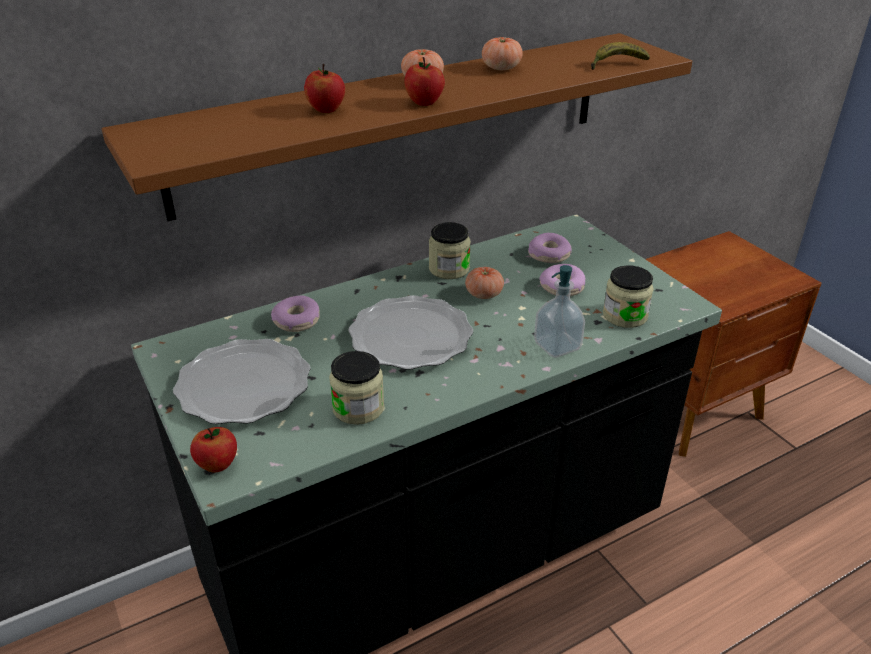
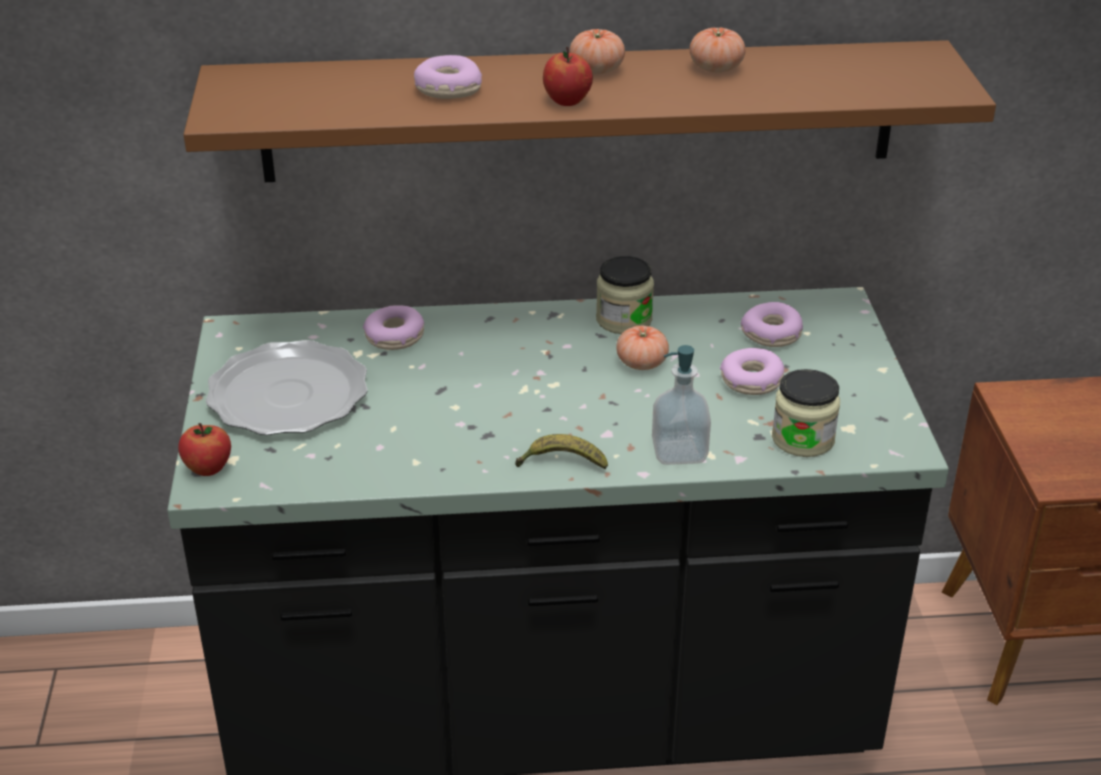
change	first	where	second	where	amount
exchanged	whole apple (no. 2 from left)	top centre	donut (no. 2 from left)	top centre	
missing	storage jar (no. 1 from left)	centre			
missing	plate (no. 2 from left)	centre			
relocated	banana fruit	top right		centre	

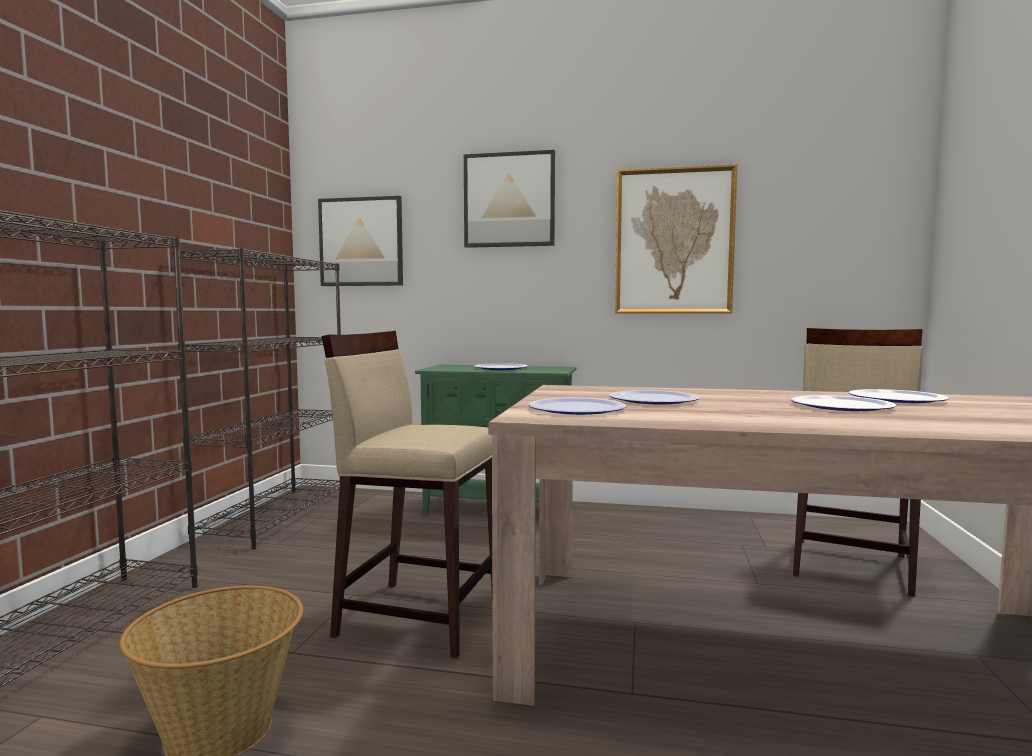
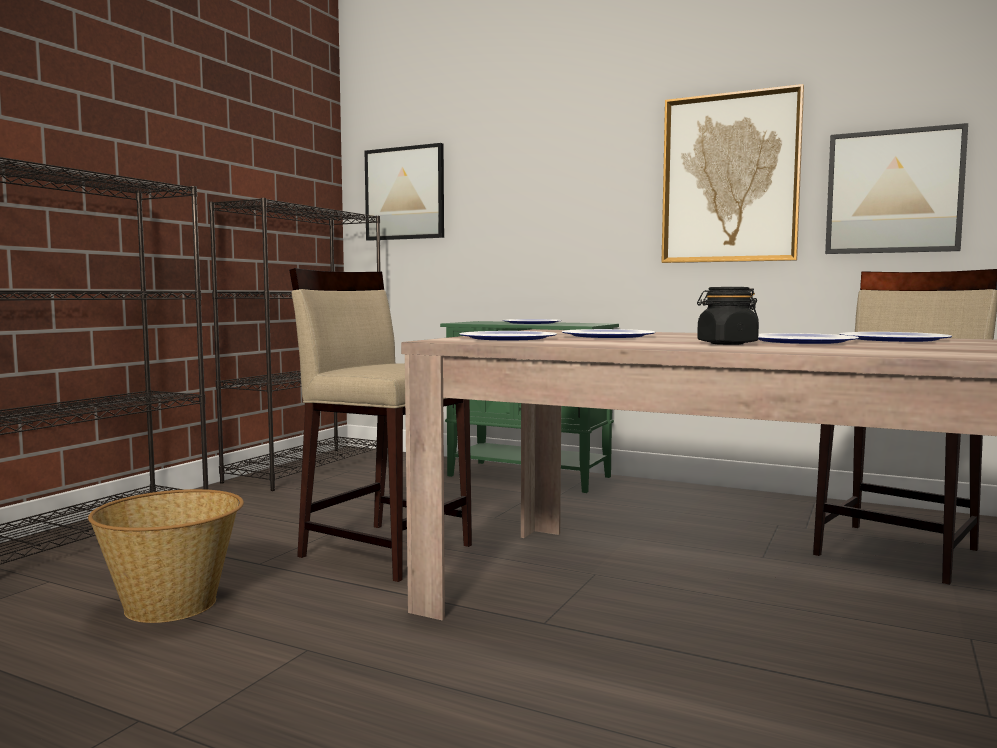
change	first	where	second	where	amount
relocated	picture (no. 2 from left in the first image)	top centre	picture (no. 3 from left)	top right	
appeared			blackish storage jar	middle right	

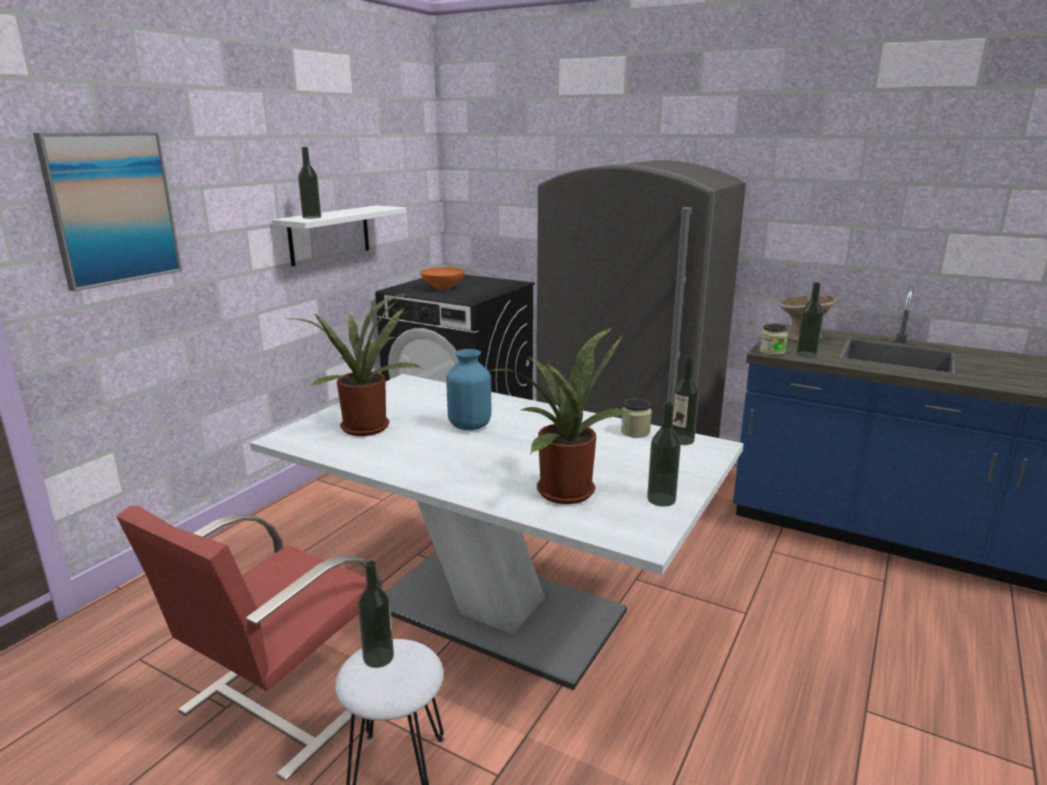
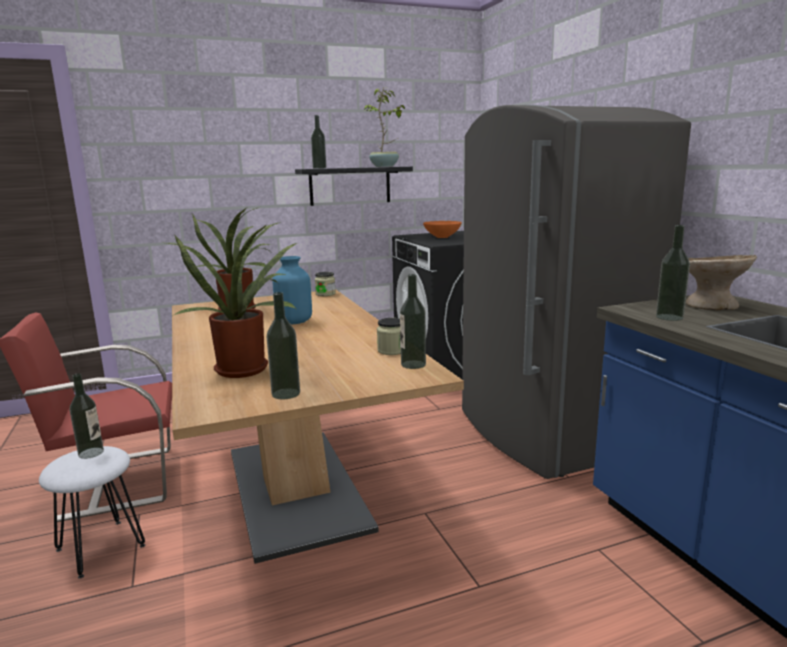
change	first	where	second	where	amount
missing	picture	top left			
colour	whitish dinner table	bottom centre	brown-coloured dinner table	centre	
colour	whitish shelf	top left	blackish shelf	top centre	
relocated	storage jar (no. 2 from left in the first image)	middle right	storage jar (no. 1 from left)	centre	
appeared			plant in a pot (no. 3 from left)	top centre	

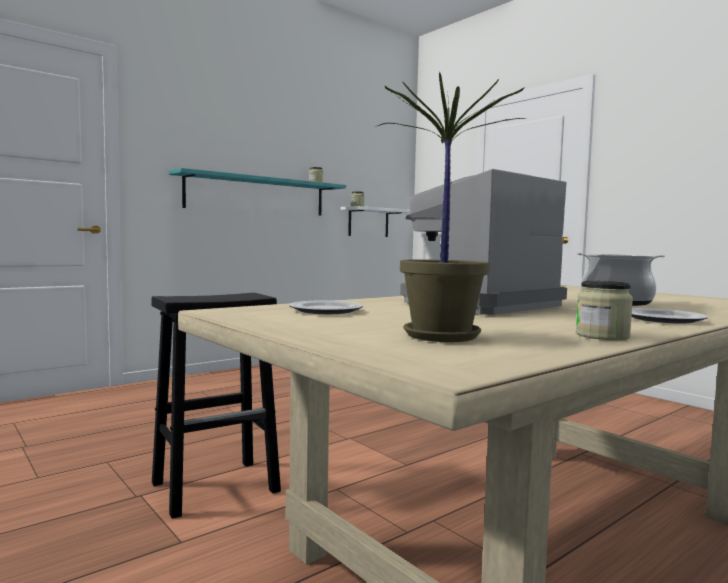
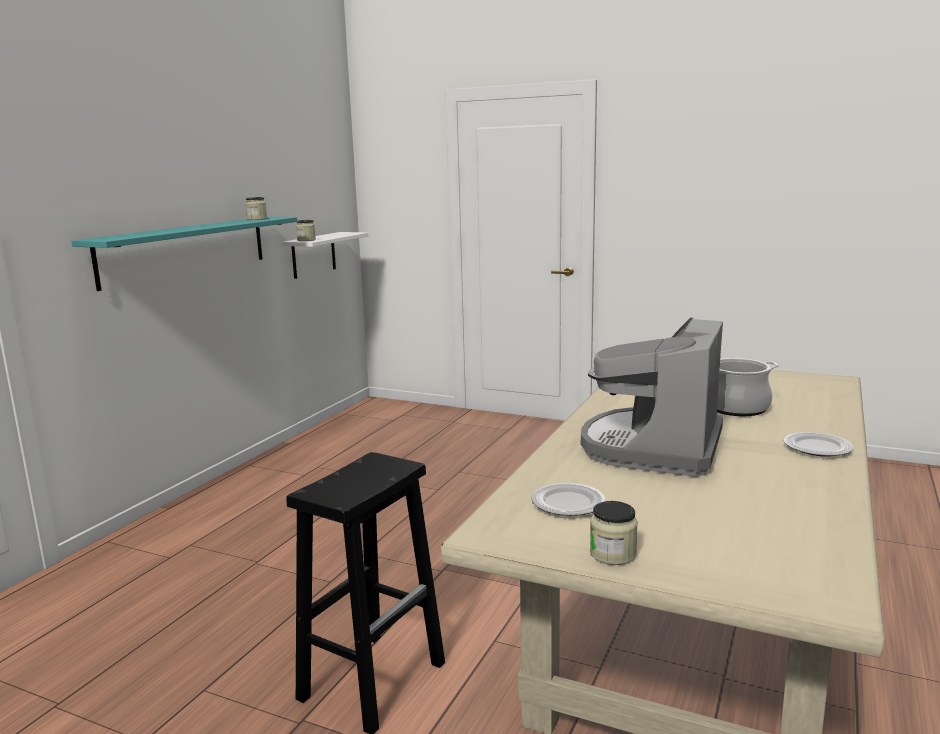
change	first	where	second	where	amount
missing	plant in a pot	centre			
relocated	storage jar (no. 3 from left)	middle right		bottom centre	

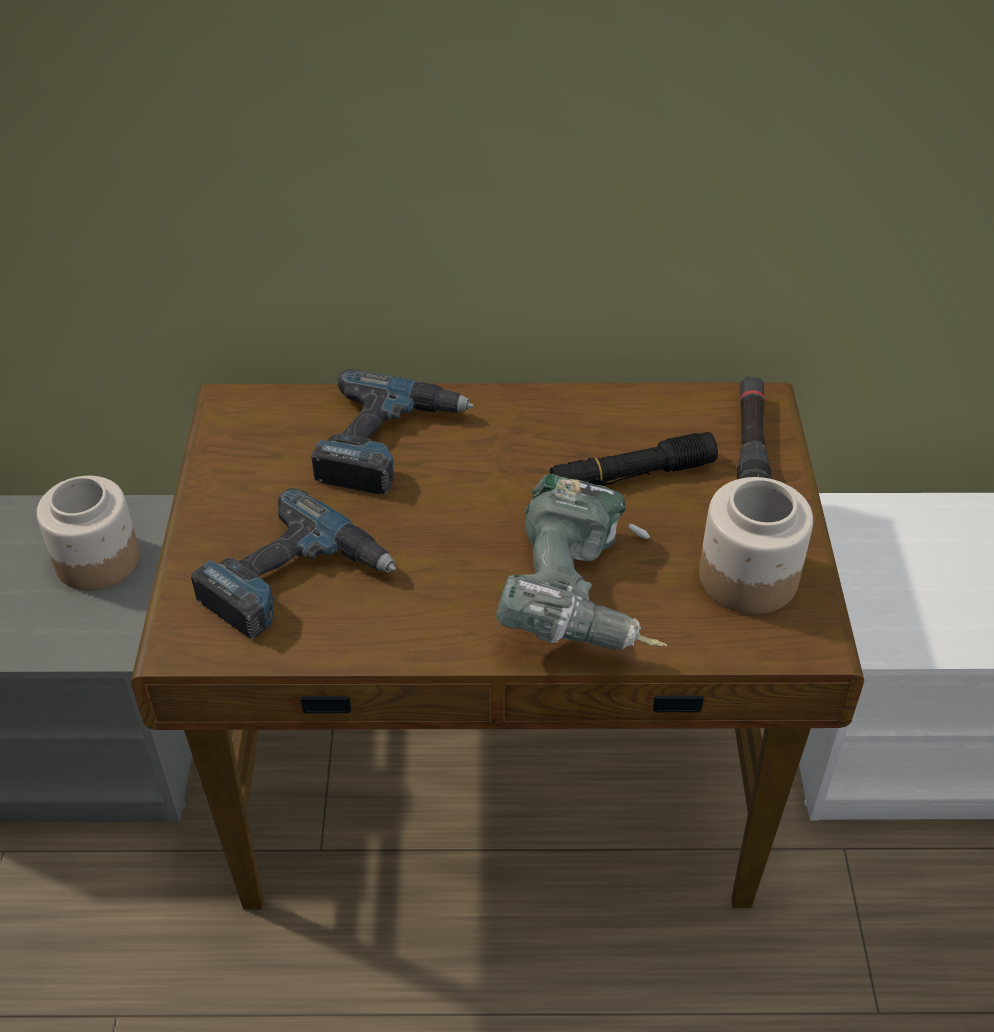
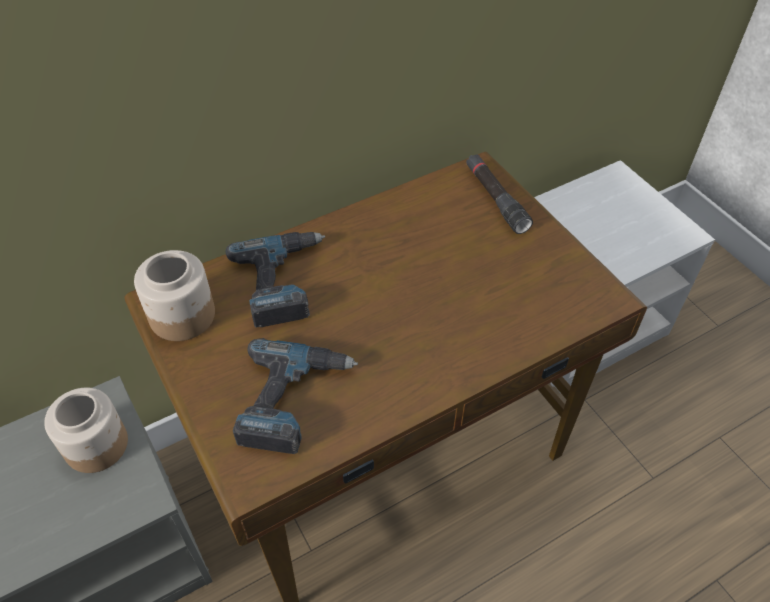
change	first	where	second	where	amount
missing	power drill (no. 3 from left)	centre			
missing	blackish flashlight (no. 1 from left)	centre			
relocated	storage jar (no. 2 from left)	middle right		middle left	

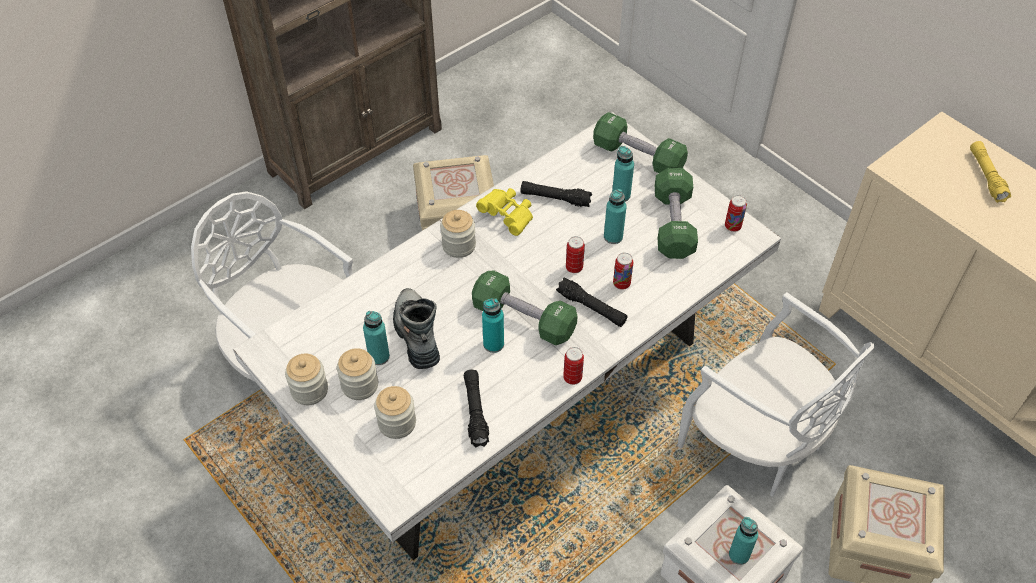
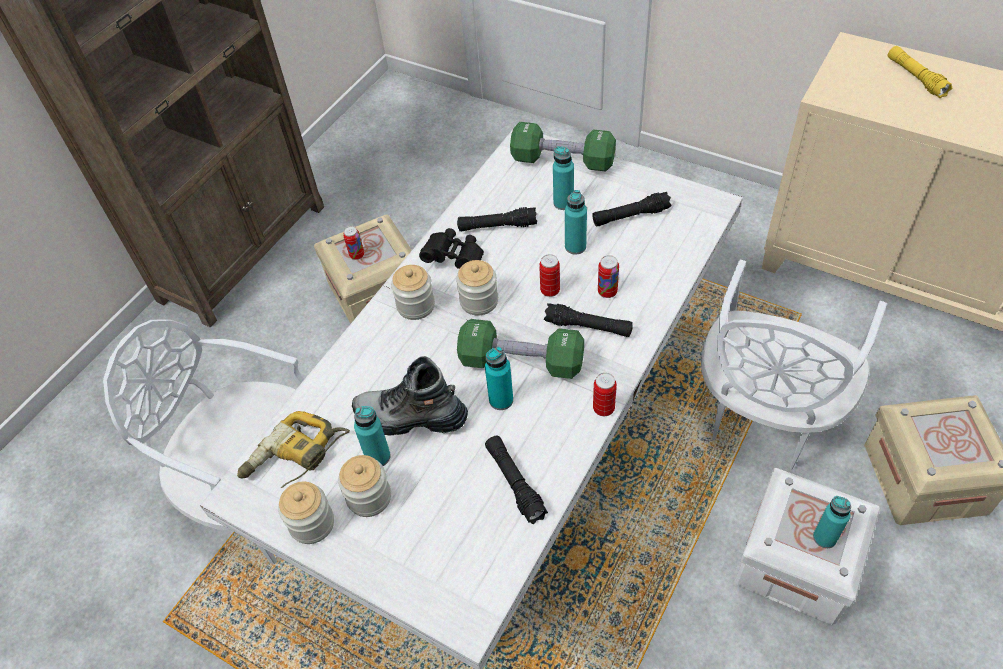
change	first	where	second	where	amount
relocated	storage jar (no. 3 from left in the first image)	bottom centre	storage jar (no. 4 from left)	centre	
spun	boot	centre		centre	45 degrees counterclockwise
colour	yellow binoculars	centre	blackish binoculars	centre	
exchanged	greenish free weight (no. 3 from left)	centre	blackish flashlight (no. 4 from left)	top centre	
spun	whitish upright chair (no. 2 from left)	bottom right		middle right	90 degrees clockwise
relocated	sealed can (no. 4 from left in the first image)	middle right	sealed can (no. 1 from left)	centre	
appeared			power drill	bottom left	

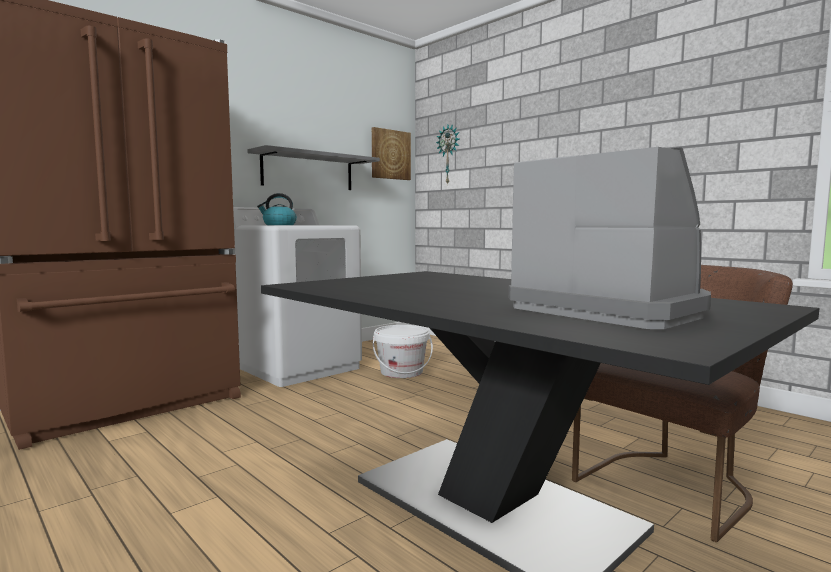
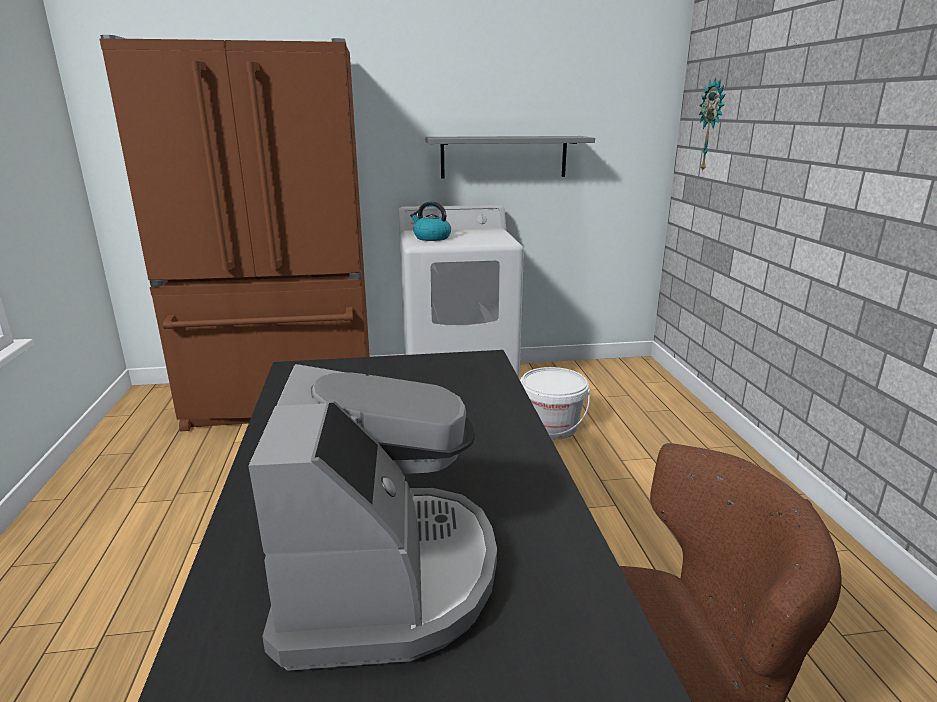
change	first	where	second	where	amount
missing	picture	top centre			

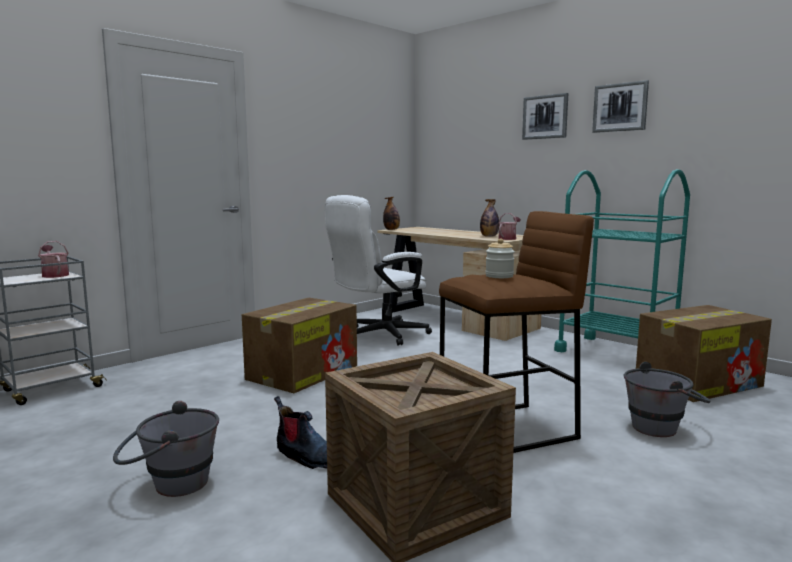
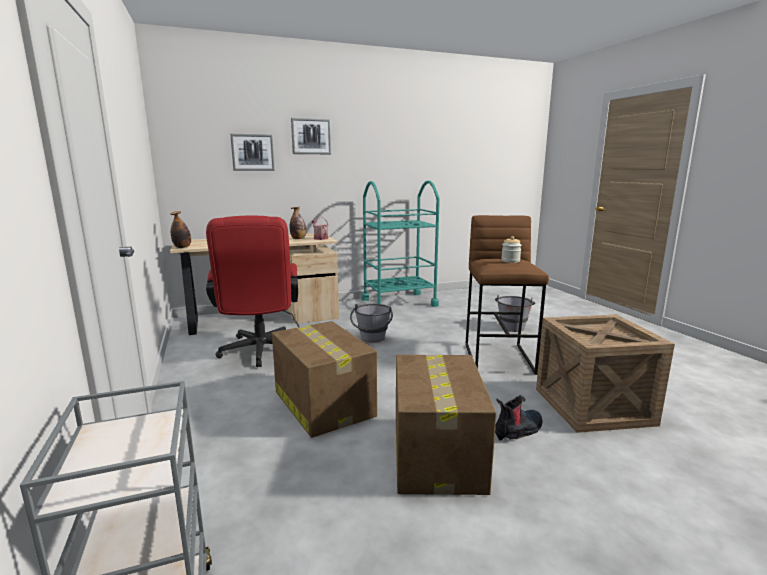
change	first	where	second	where	amount
missing	sprinkling can (no. 1 from left)	middle left			
relocated	grey pail (no. 1 from left)	bottom left		centre	
colour	whitish office chair	centre	reddish office chair	middle left	
relocated	picture (no. 2 from left in the first image)	top right	picture (no. 1 from left)	top left	
relocated	packing box (no. 2 from left)	middle right		bottom centre	

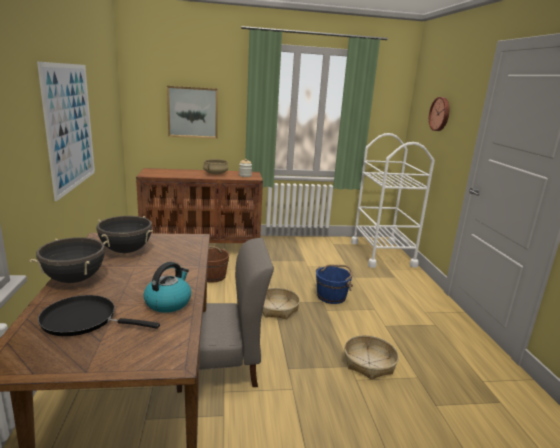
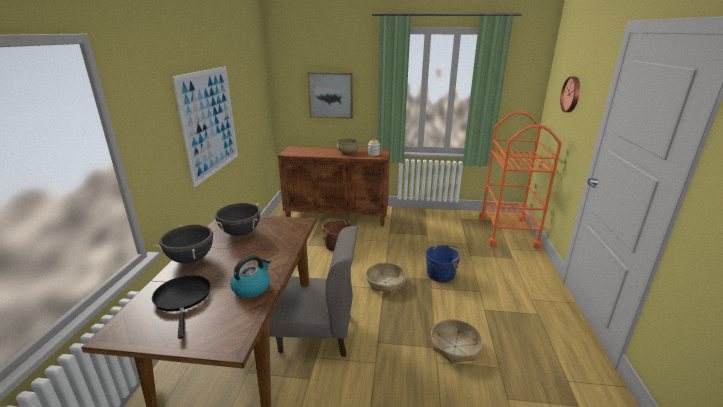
change	first	where	second	where	amount
spun	blackish skillet	bottom left		bottom left	45 degrees clockwise
colour	whitish cart	middle right	orangey cart	middle right	

